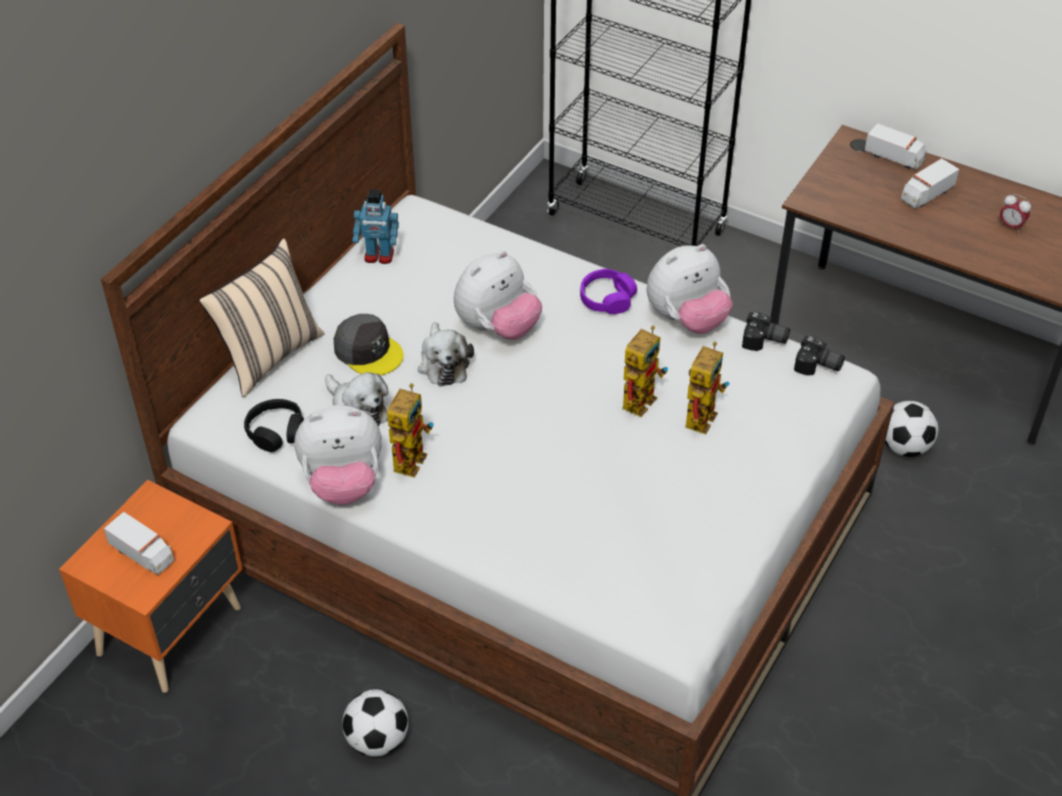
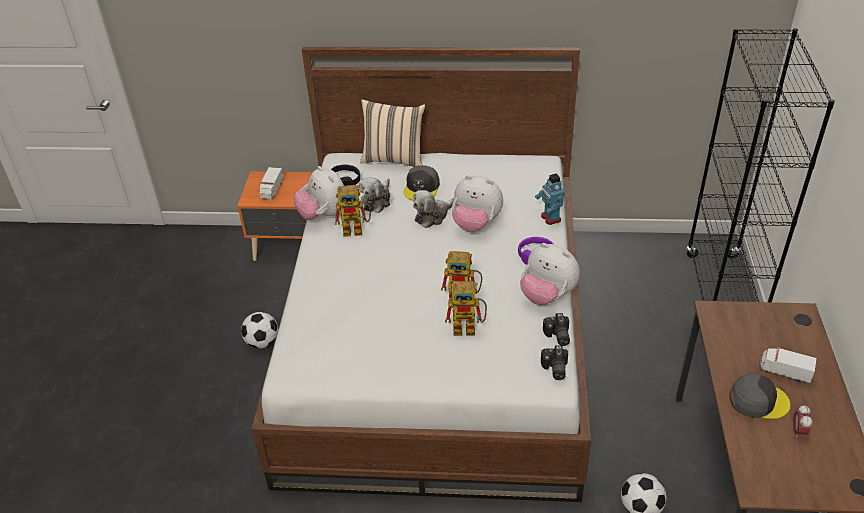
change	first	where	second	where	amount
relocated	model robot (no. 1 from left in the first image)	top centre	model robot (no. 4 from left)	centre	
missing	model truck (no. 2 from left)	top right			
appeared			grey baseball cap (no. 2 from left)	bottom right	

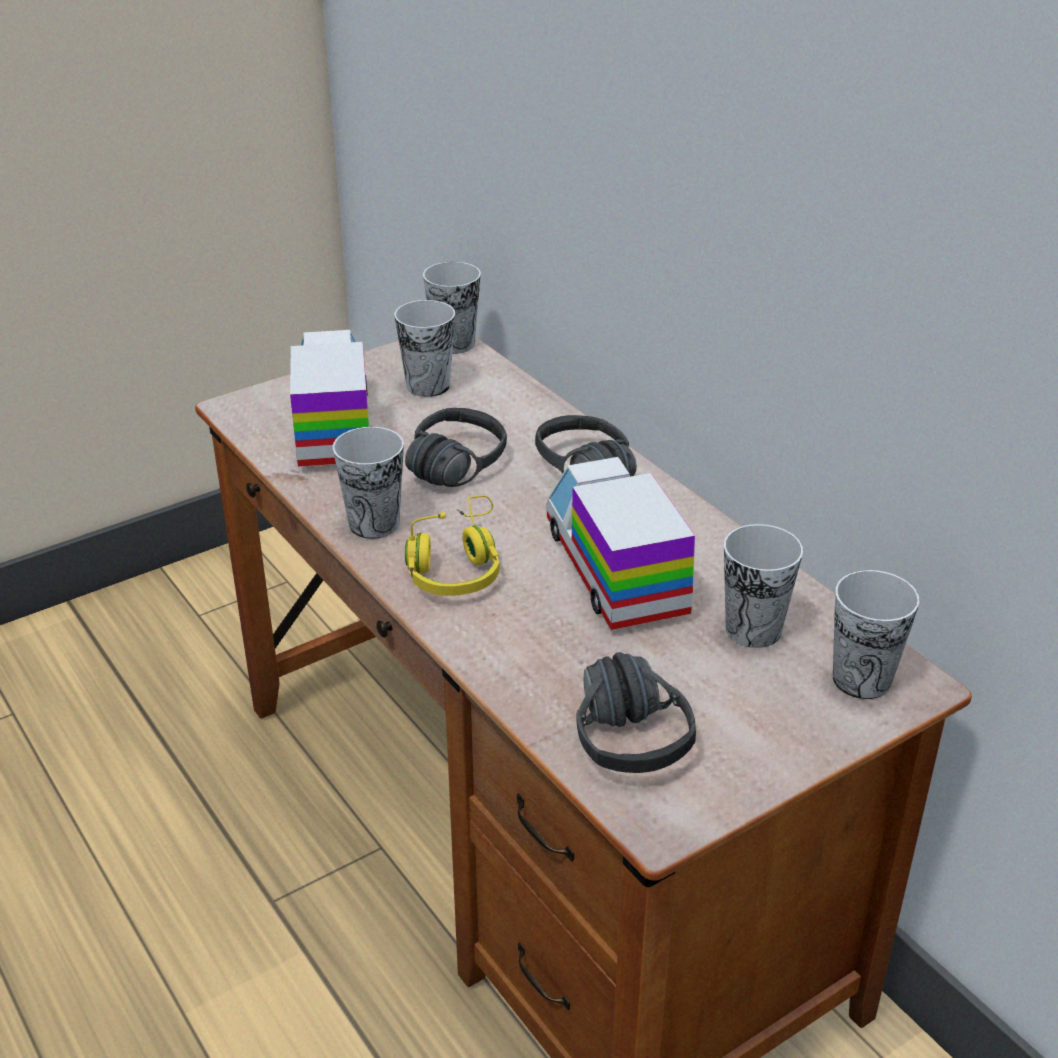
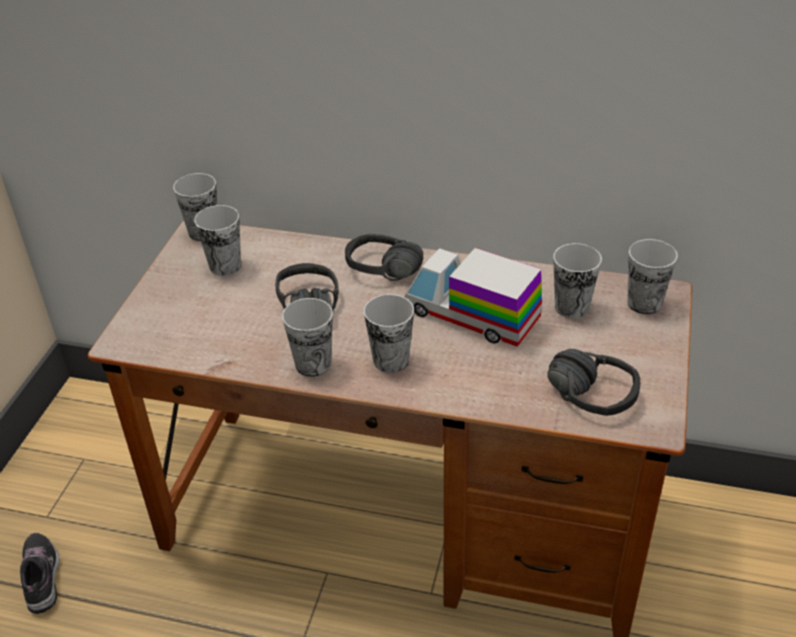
change	first	where	second	where	amount
missing	model truck (no. 1 from left)	middle left			
exchanged	yellow headset	centre	cup (no. 4 from left)	centre	
appeared			shoe	bottom left	

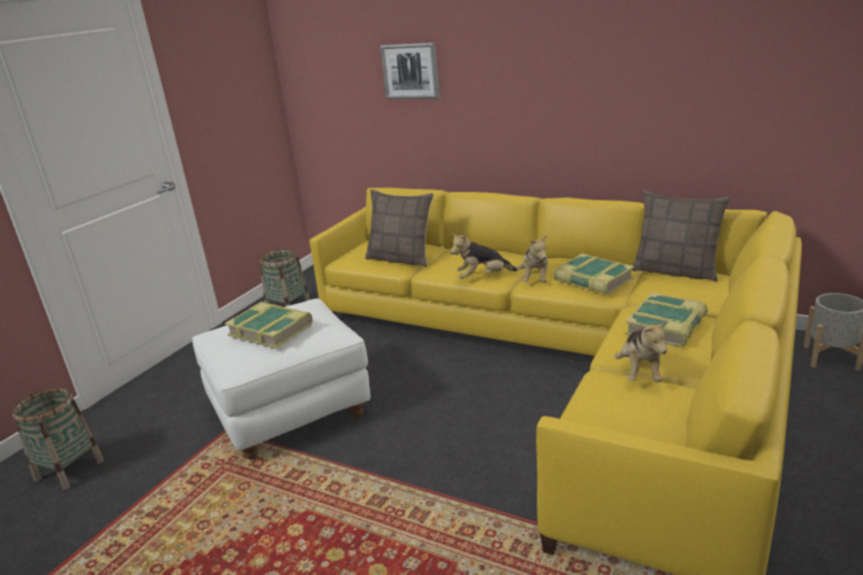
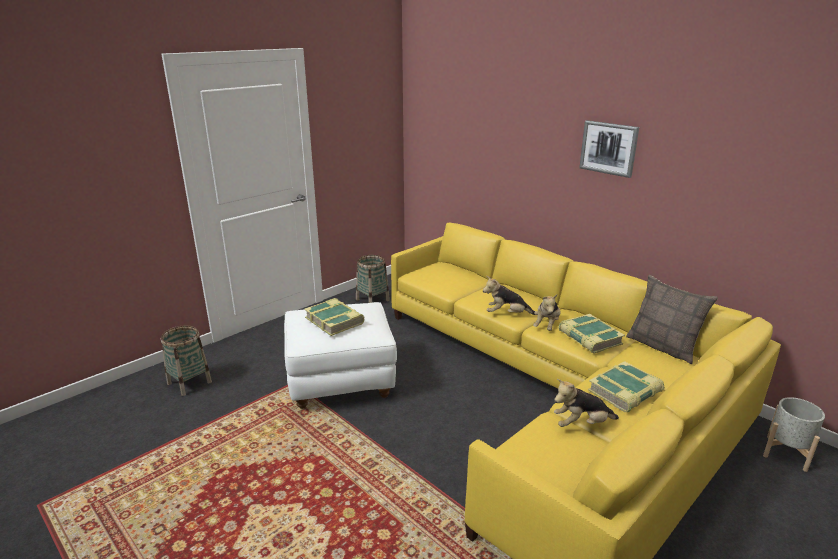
change	first	where	second	where	amount
missing	pillow (no. 1 from left)	centre			
relocated	picture	top centre		top right	
spun	soft toy (no. 3 from left)	middle right		bottom right	60 degrees clockwise

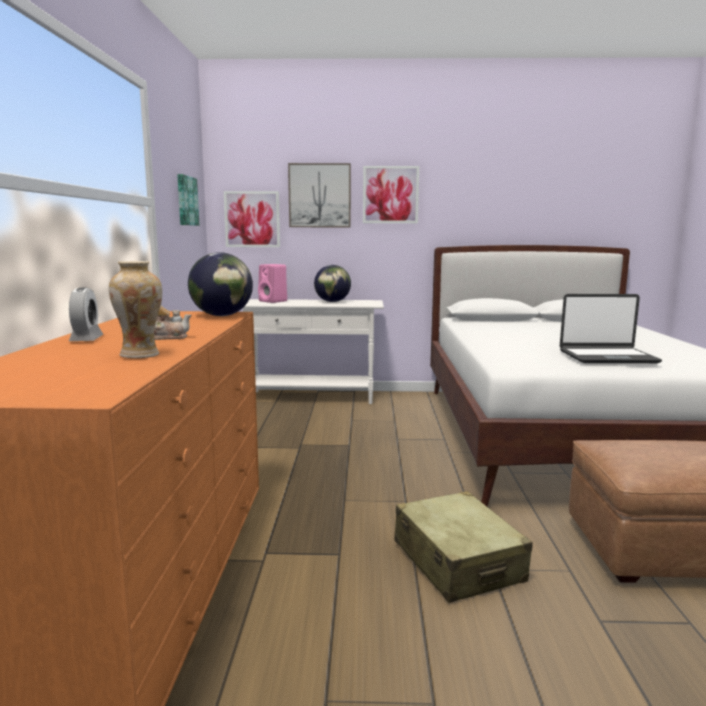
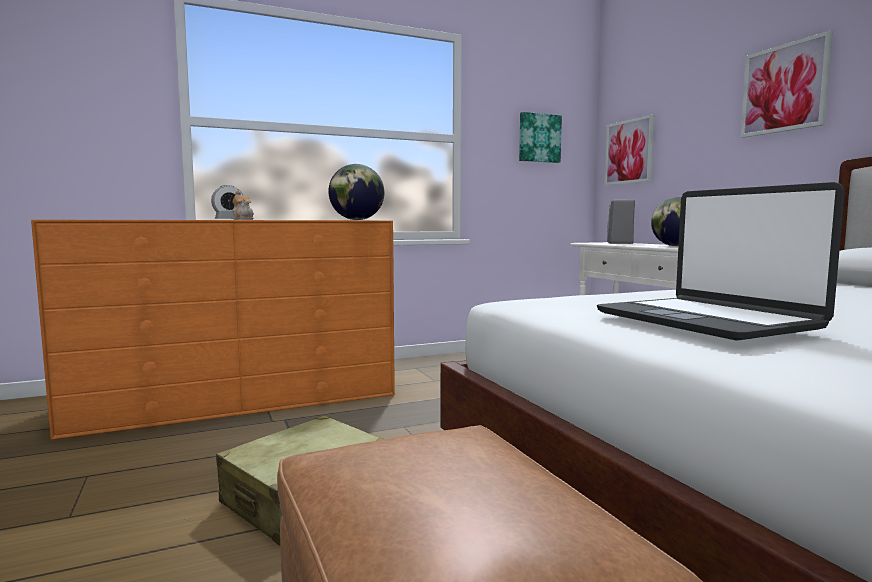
change	first	where	second	where	amount
missing	vase	middle left			
colour	pinkish audio speaker	centre	grey audio speaker	middle right	
missing	picture (no. 3 from left)	top centre			

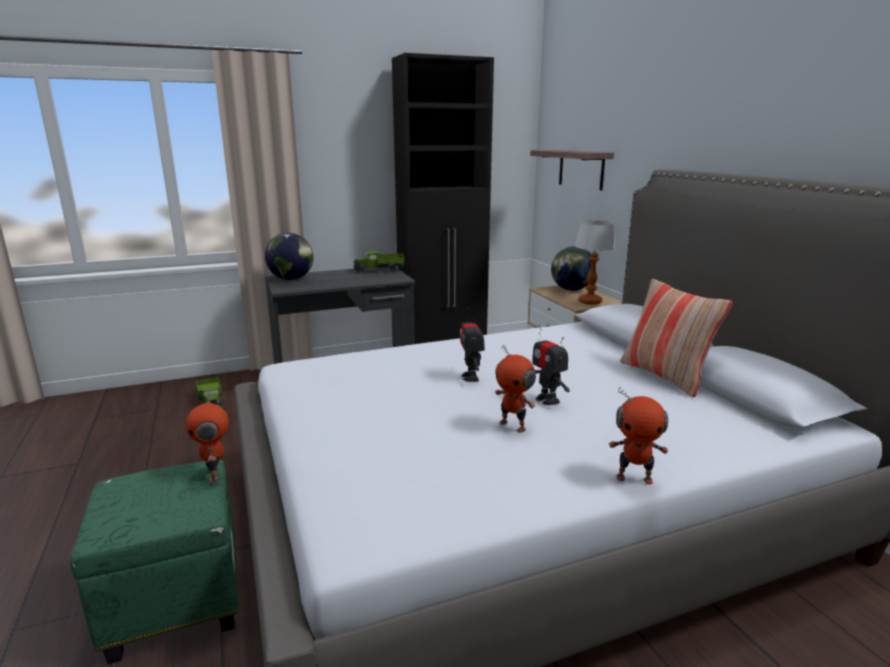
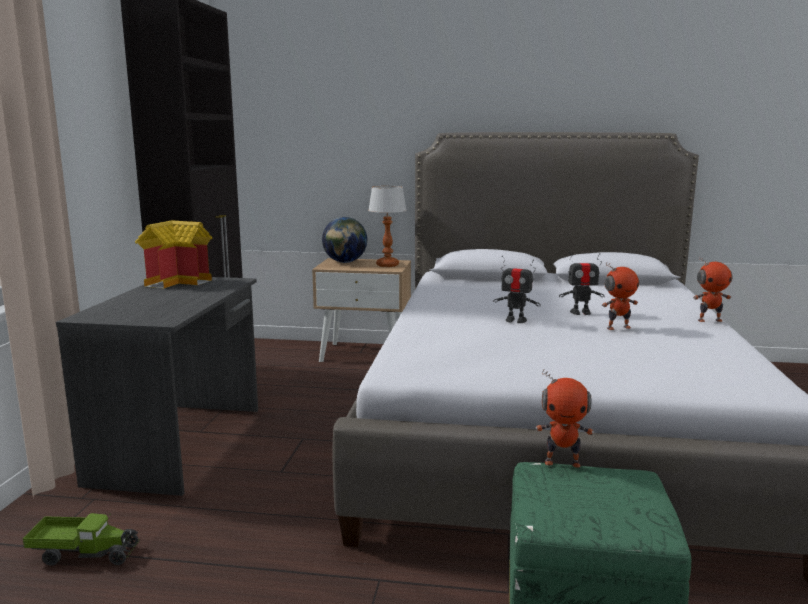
change	first	where	second	where	amount
missing	world globe (no. 1 from left)	middle left			
exchanged	model truck (no. 2 from left)	centre	toy house	middle left	
missing	shelf	top centre			
spun	model robot (no. 5 from left)	middle right		middle right	45 degrees clockwise
missing	pillow	middle right			

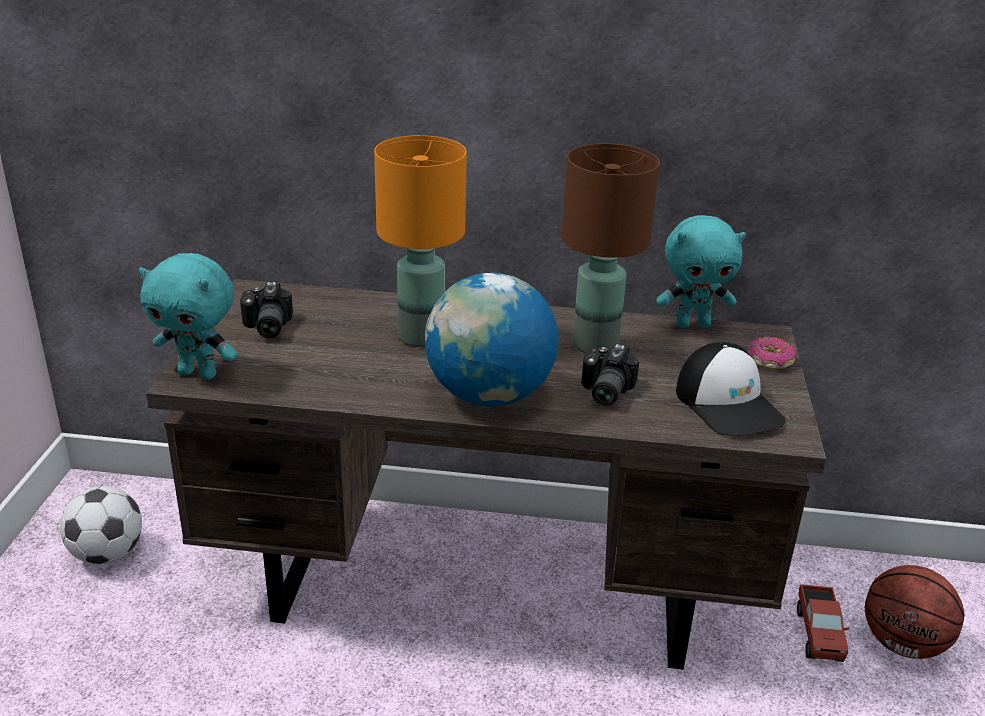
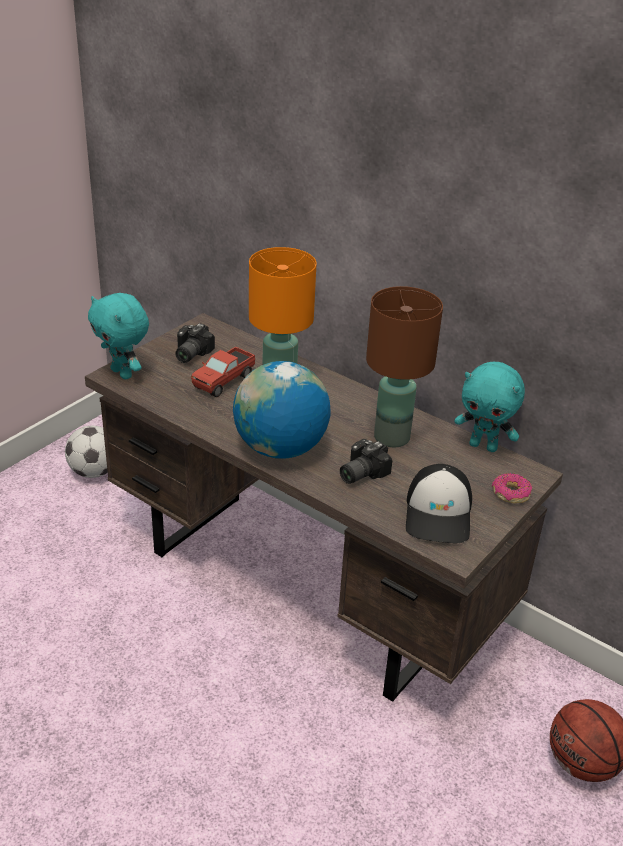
change	first	where	second	where	amount
relocated	model truck	bottom right		centre	

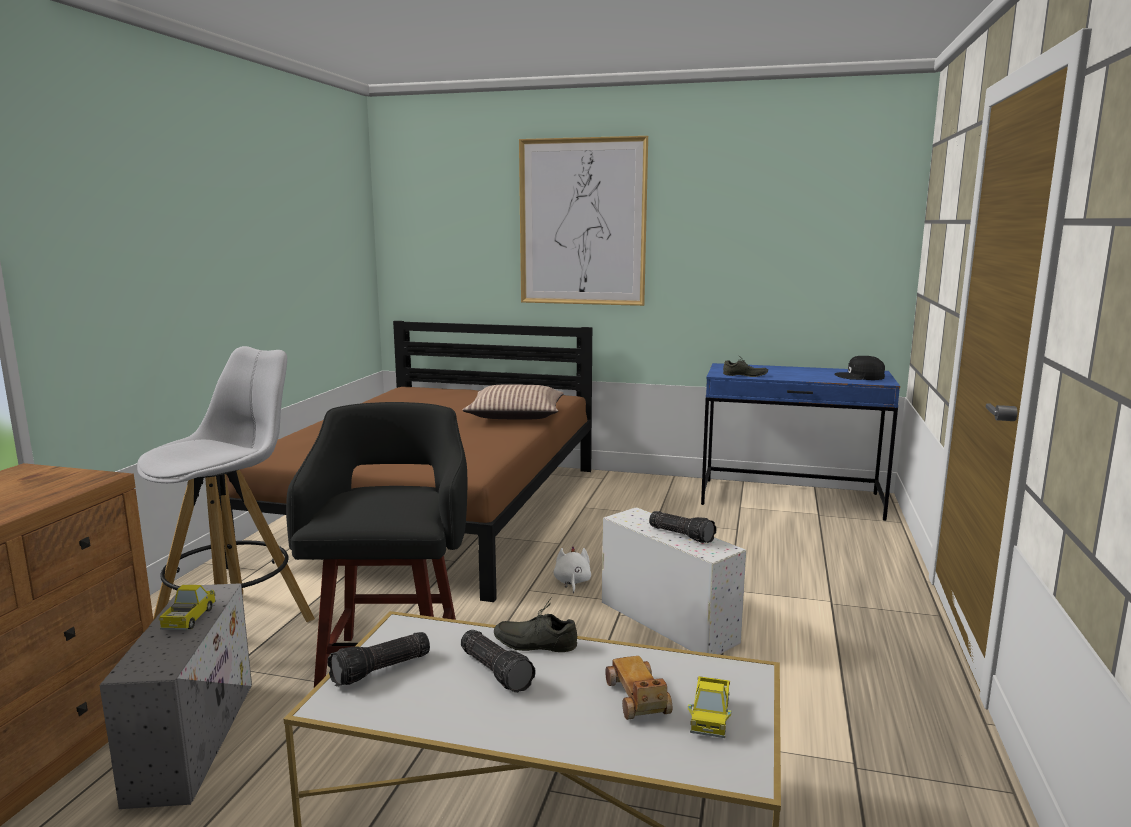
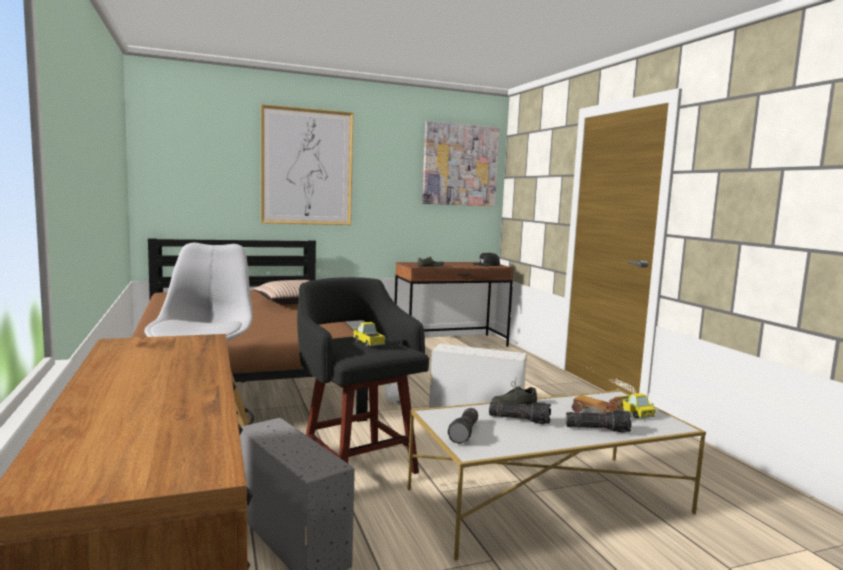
change	first	where	second	where	amount
relocated	model truck (no. 1 from left)	bottom left		centre	
relocated	flashlight (no. 3 from left)	centre		bottom right	
colour	blue desk	middle right	brown-coloured desk	centre	
appeared			picture (no. 2 from left)	top centre	

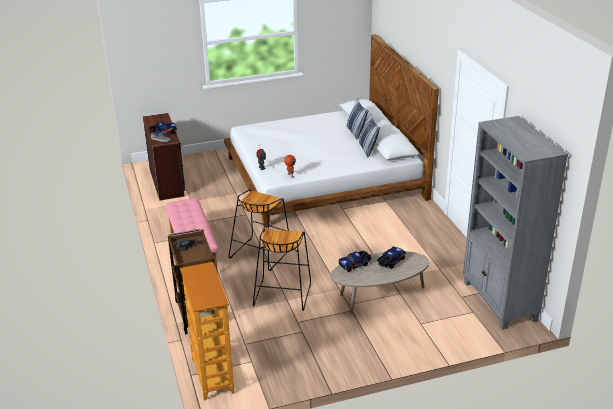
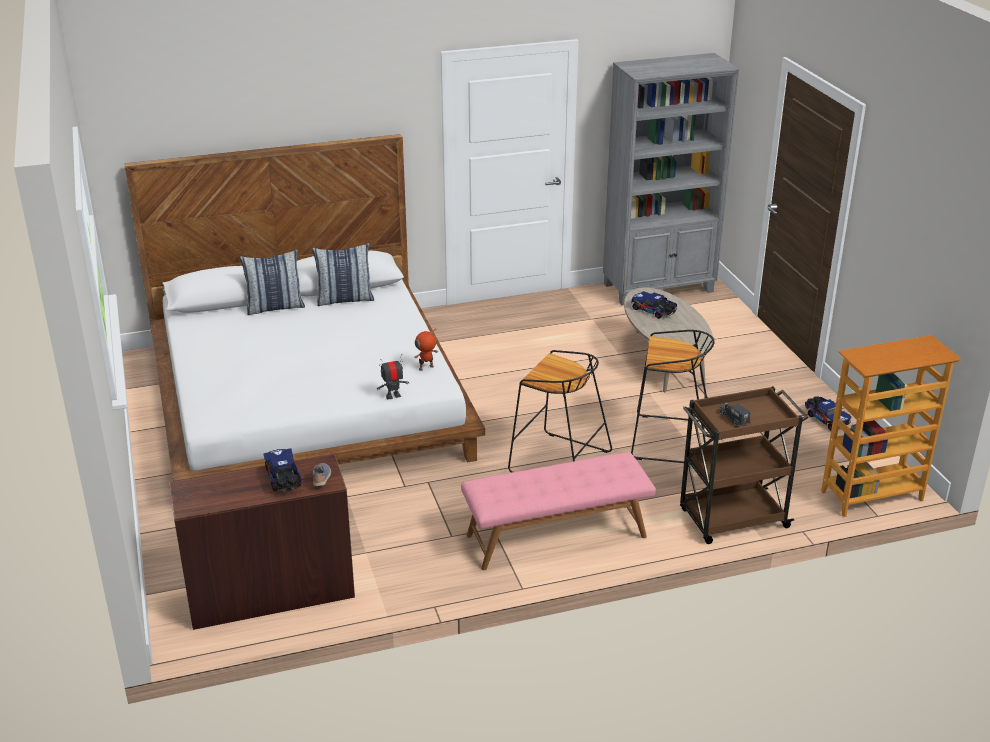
change	first	where	second	where	amount
relocated	model truck (no. 3 from left in the first image)	centre	model truck (no. 4 from left)	middle right	

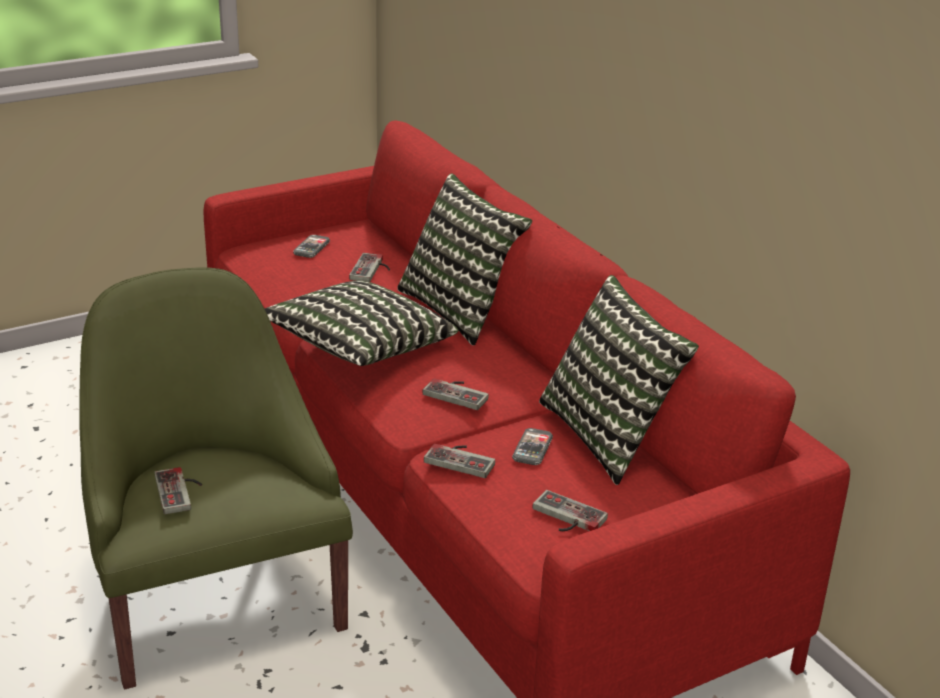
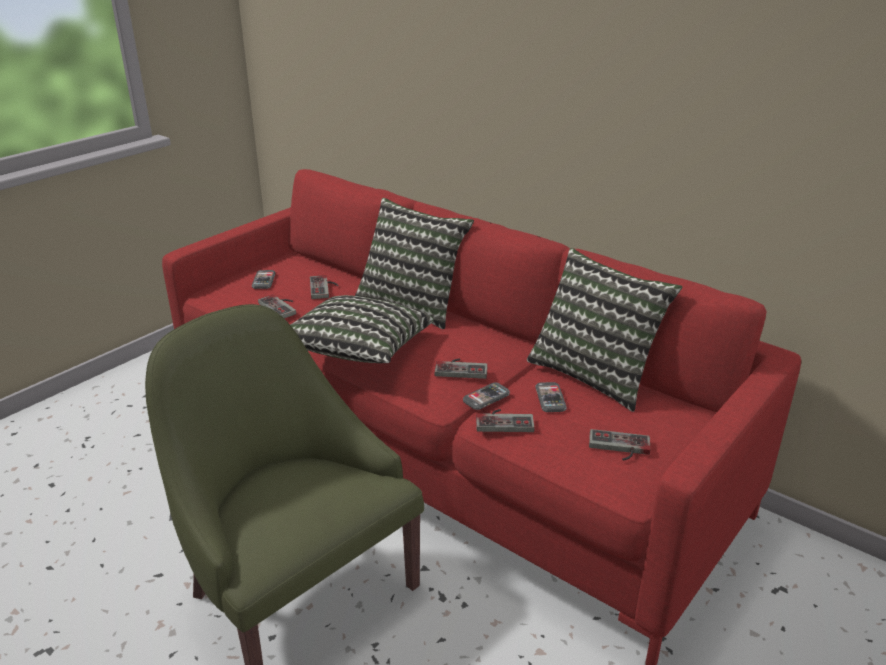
change	first	where	second	where	amount
relocated	gamepad (no. 1 from left)	bottom left		middle left	
appeared			phone (no. 2 from left)	centre	

